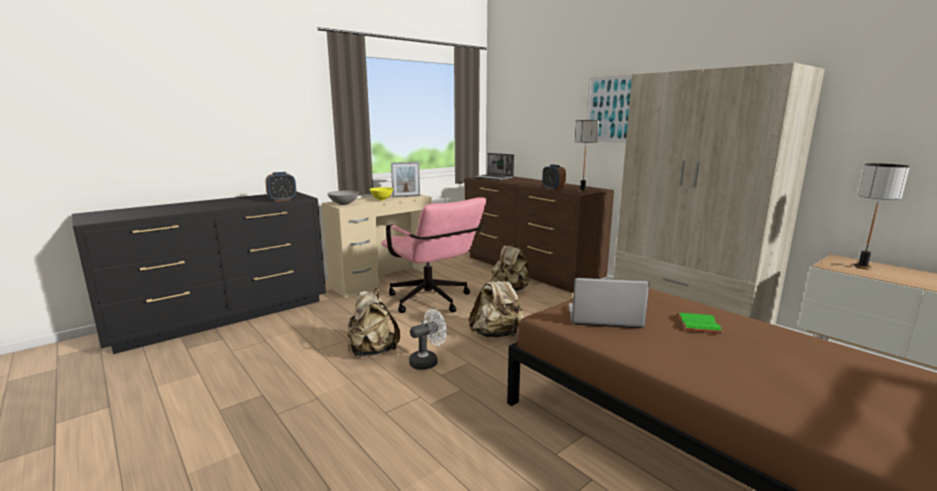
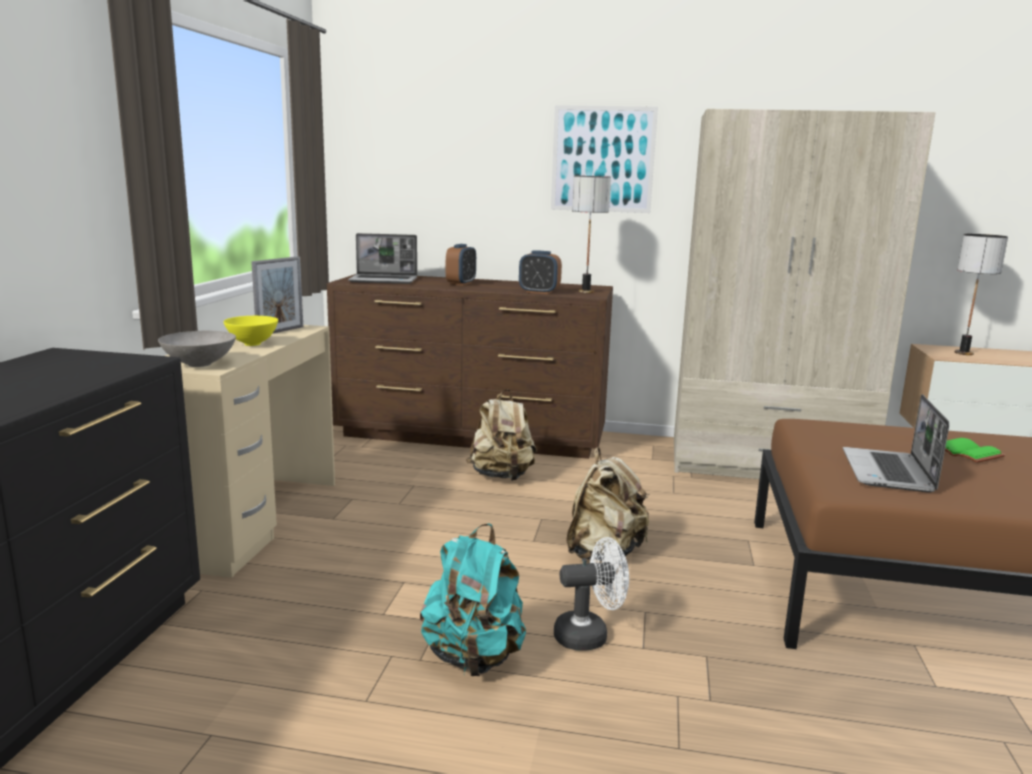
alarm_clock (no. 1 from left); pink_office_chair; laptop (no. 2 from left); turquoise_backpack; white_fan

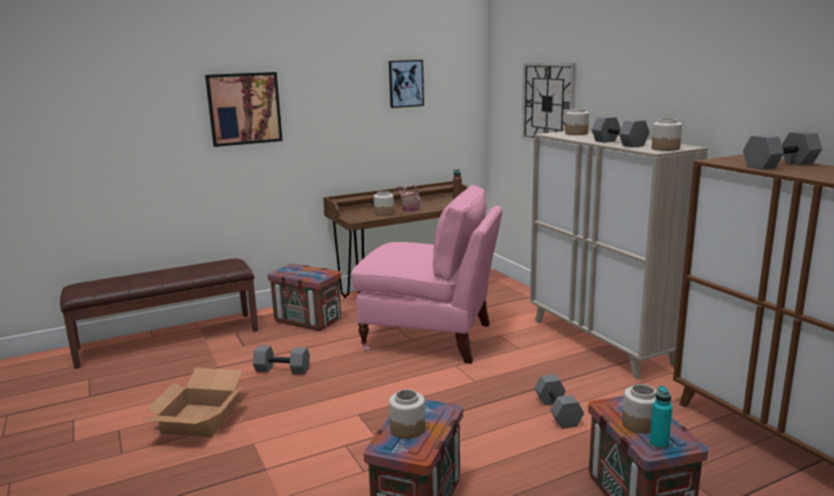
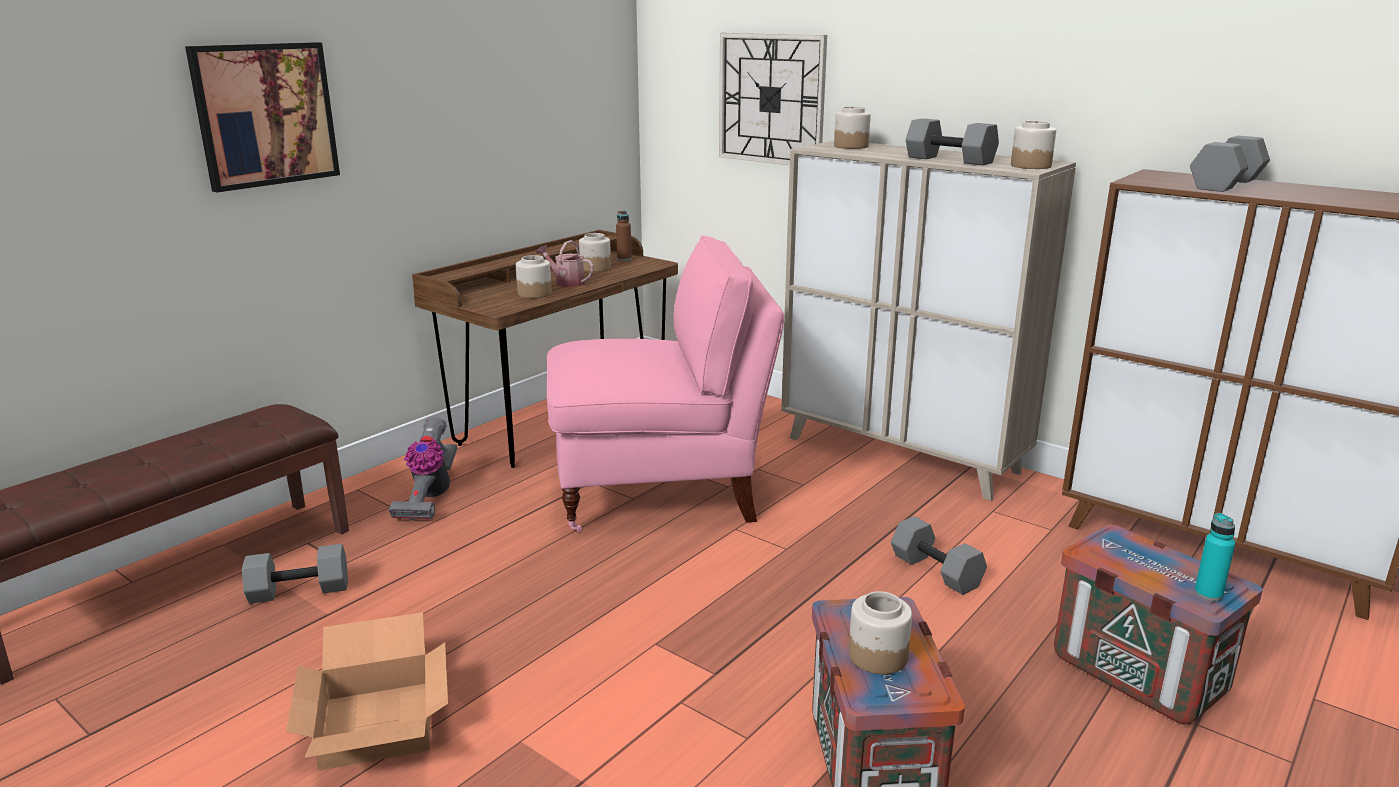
picture (no. 2 from left in the first image); vacuum_cleaner; grey_dumbbell (no. 1 from left); jar (no. 2 from left)

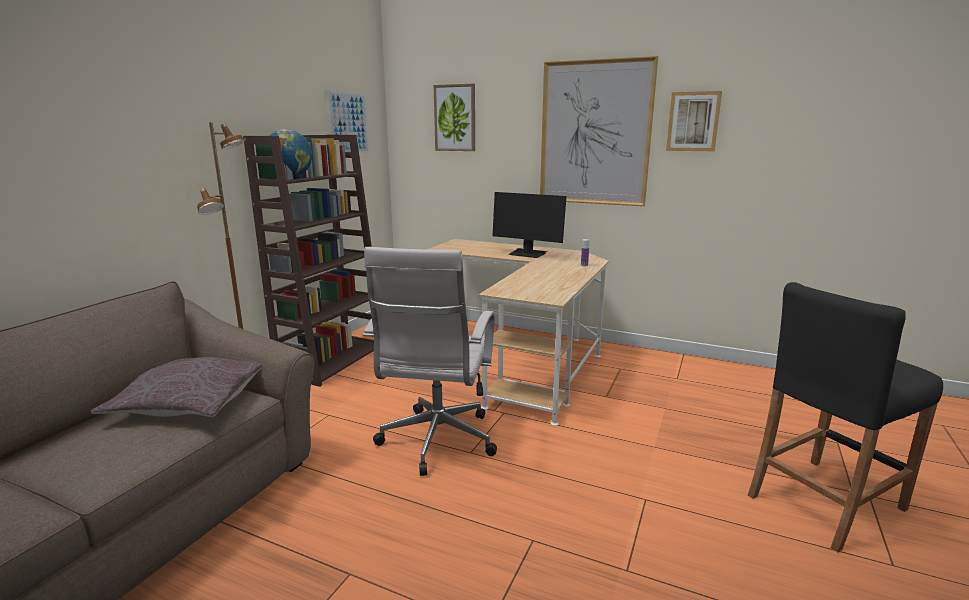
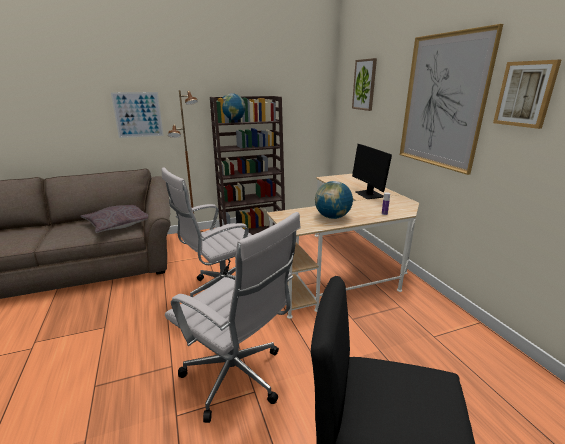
picture (no. 1 from left); globe (no. 2 from left); white_office_chair (no. 2 from left)

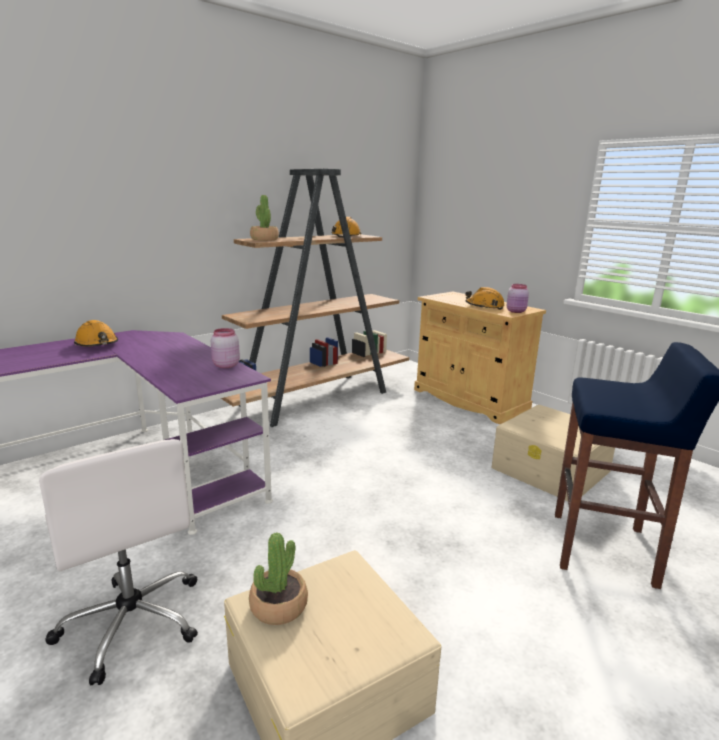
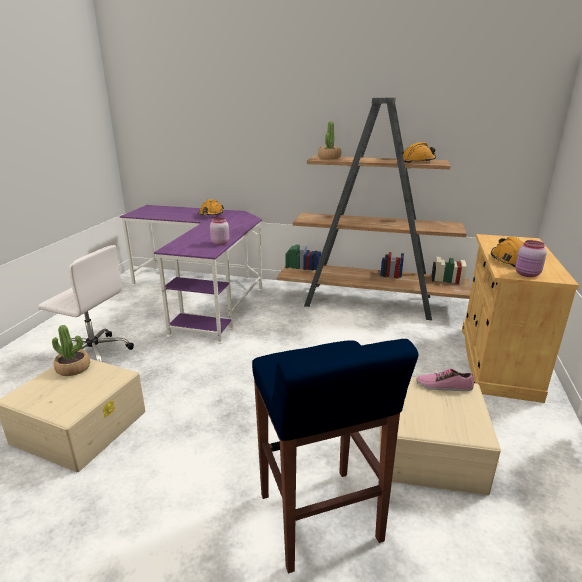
white_office_chair; shoe

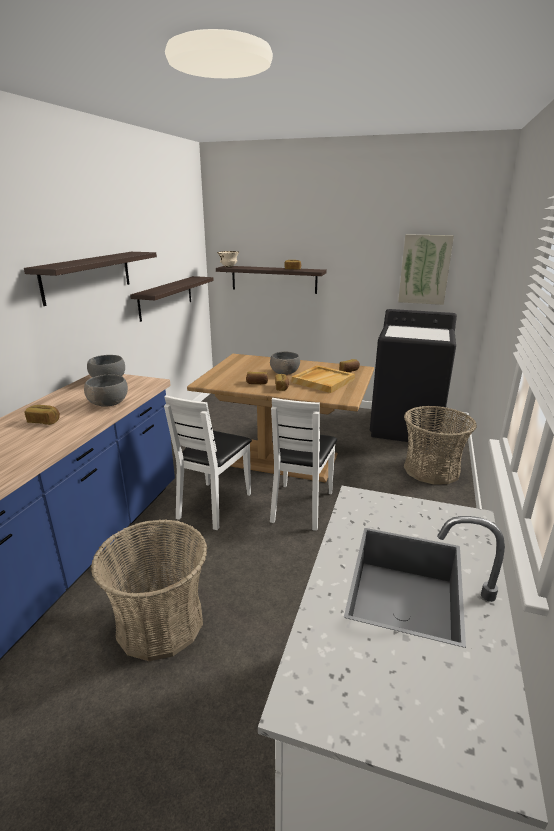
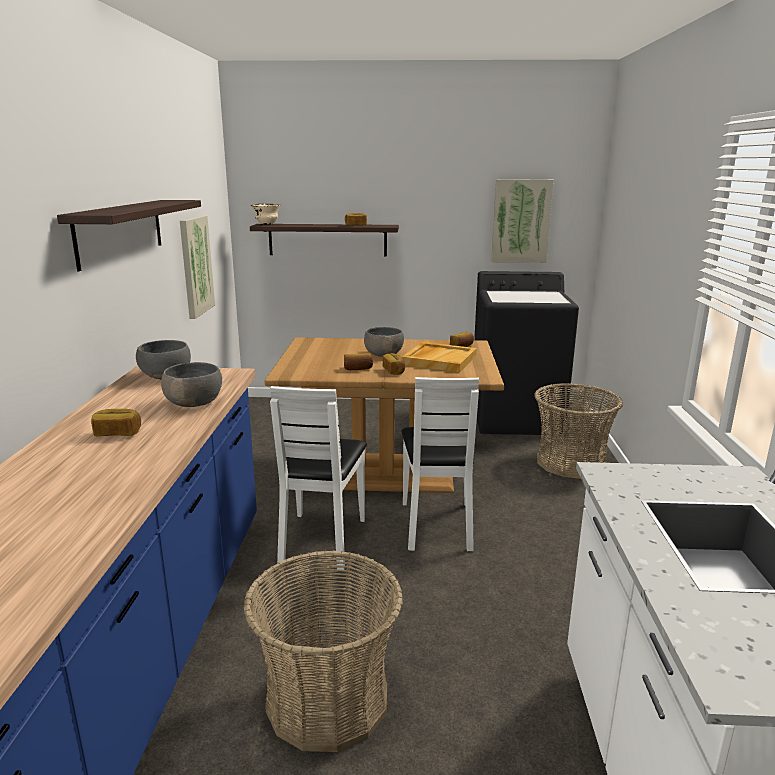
picture (no. 1 from left)

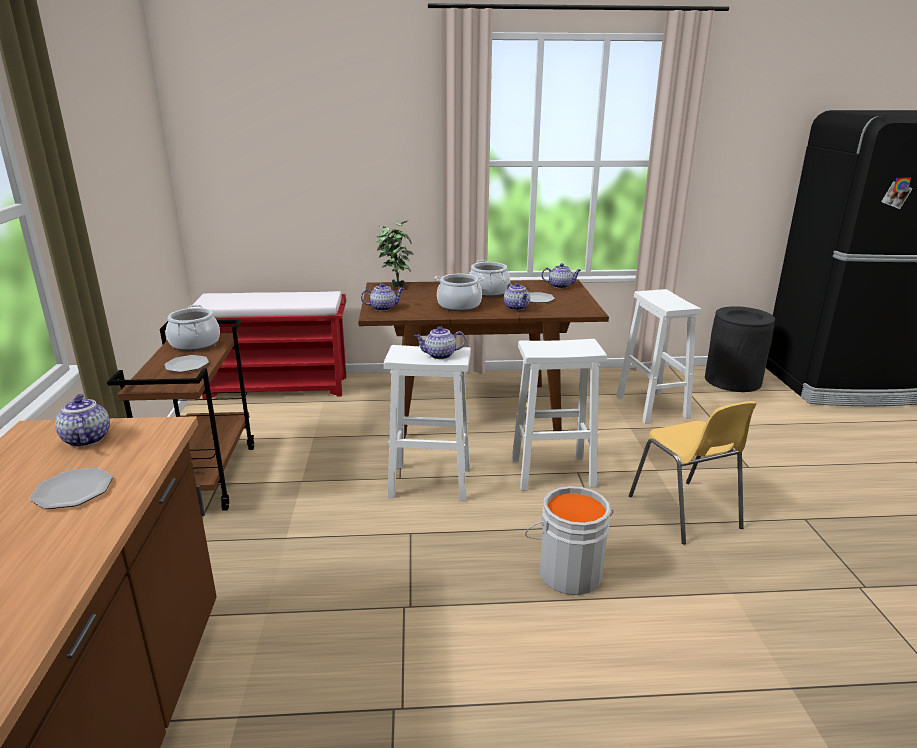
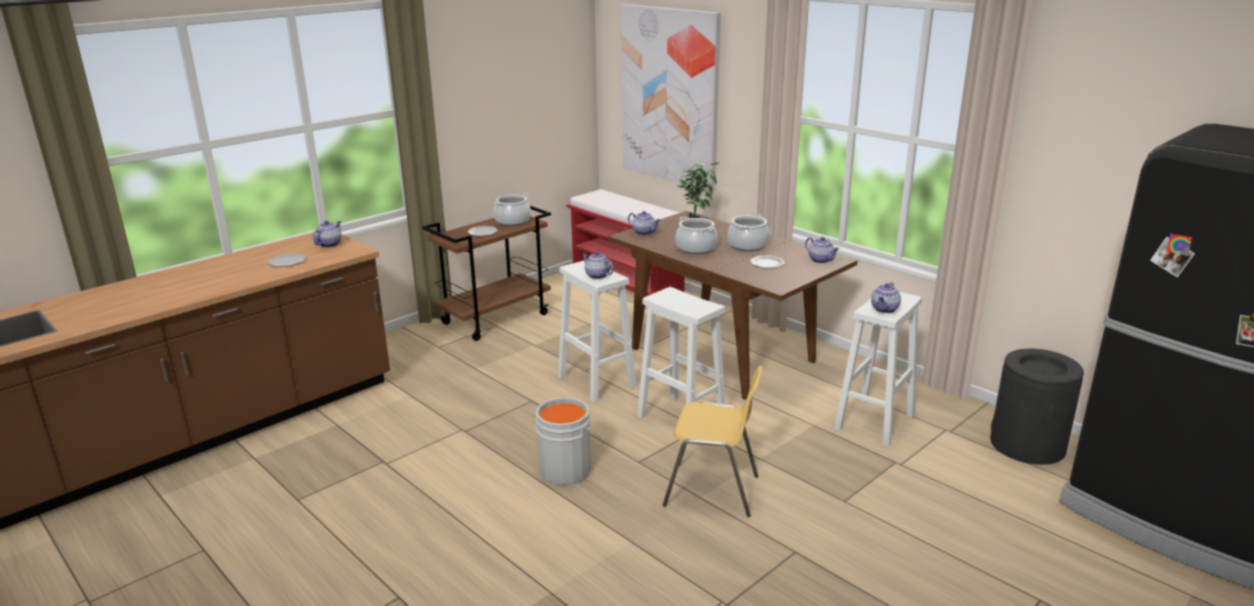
teapot (no. 5 from left); yellow_chair; picture

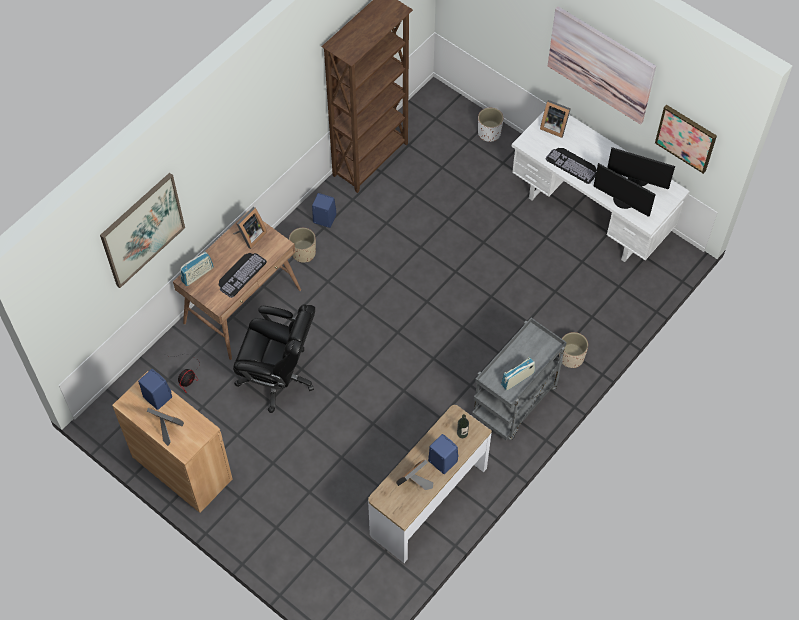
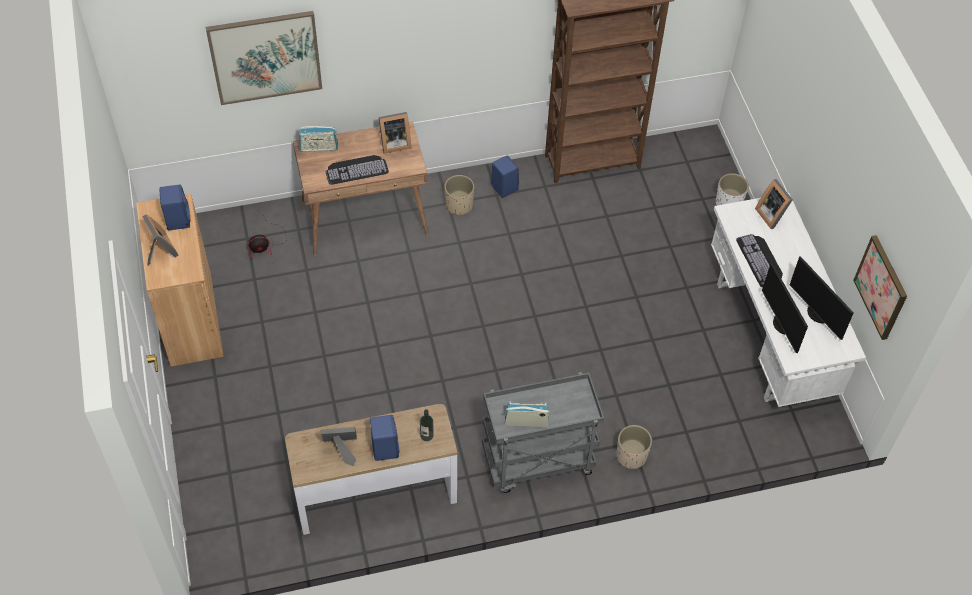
picture (no. 2 from left in the first image); black_office_chair

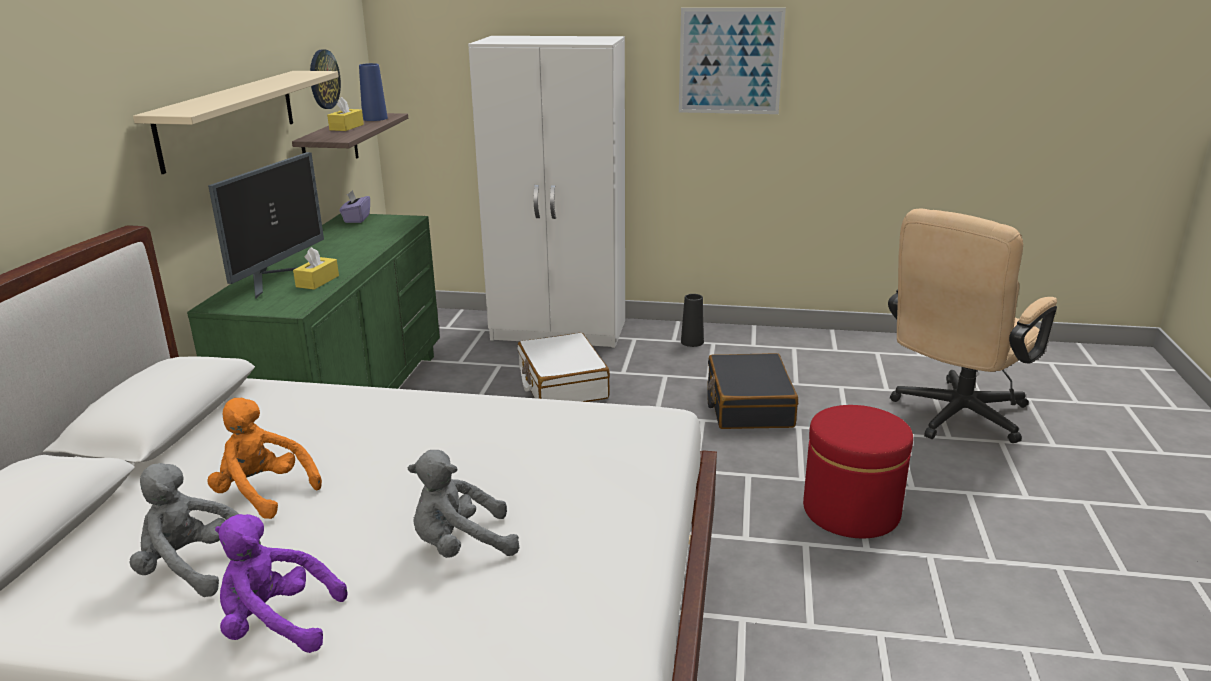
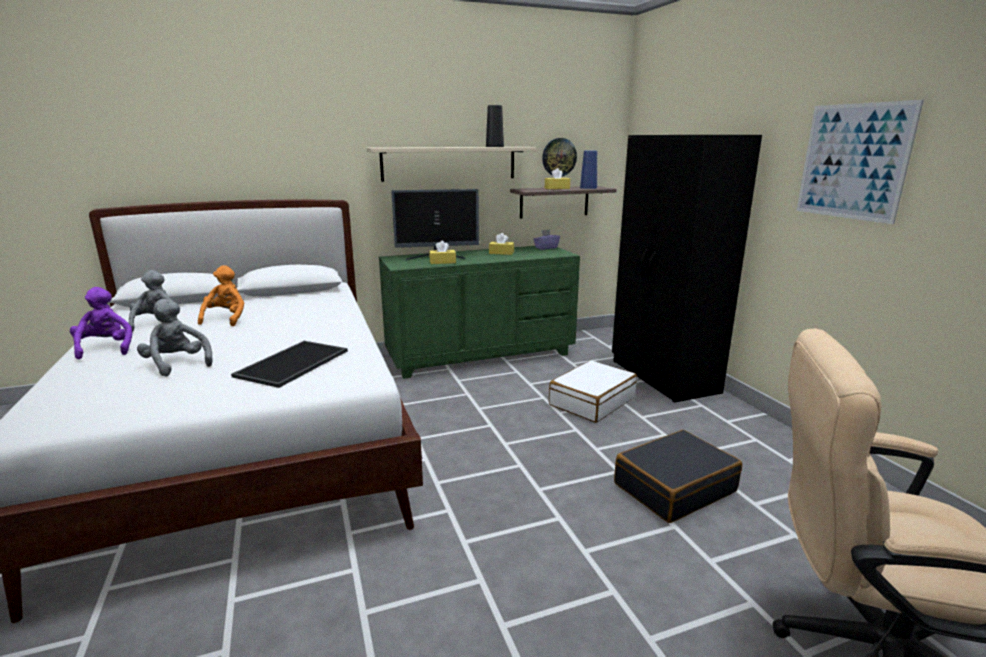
black_wardrobe; black_vase; red_ottoman; yellow_tissue_box (no. 2 from left); tray

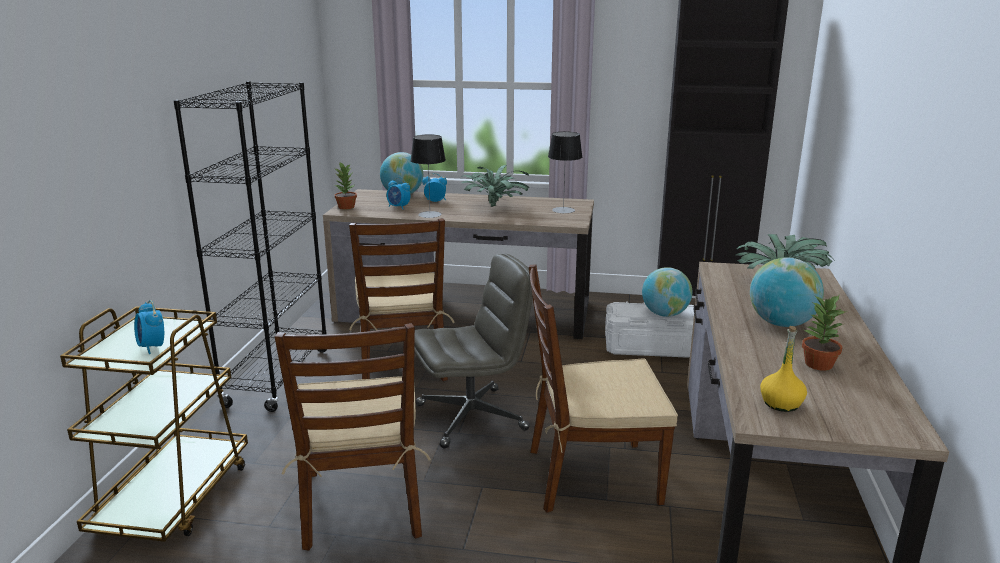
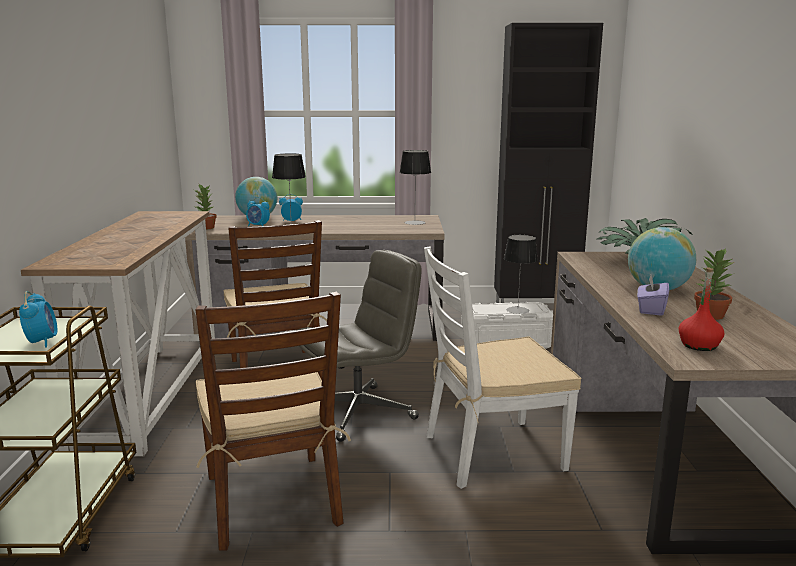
console_table; potted_plant (no. 2 from left in the first image); white_chair; table_lamp (no. 3 from left); alarm_clock (no. 1 from left); red_bottle; purple_tissue_box

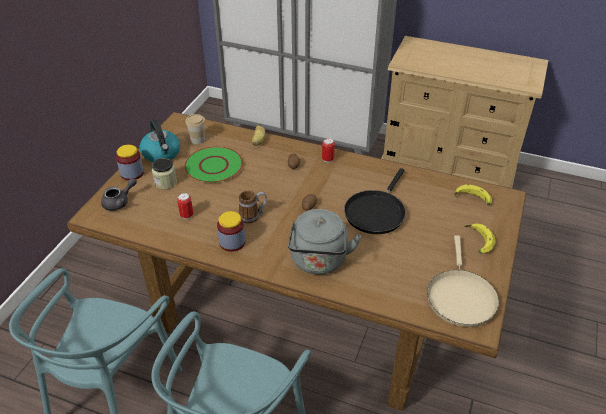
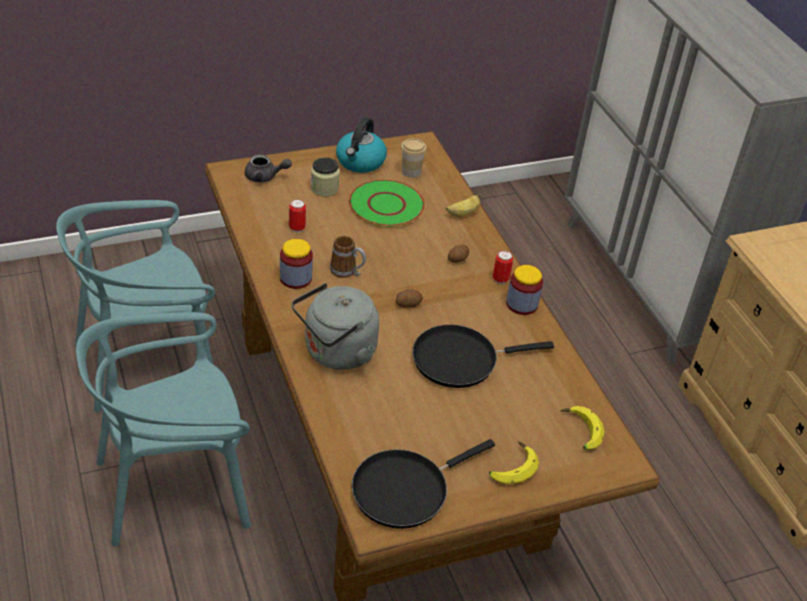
jar (no. 3 from left); black_frying_pan (no. 1 from left)

